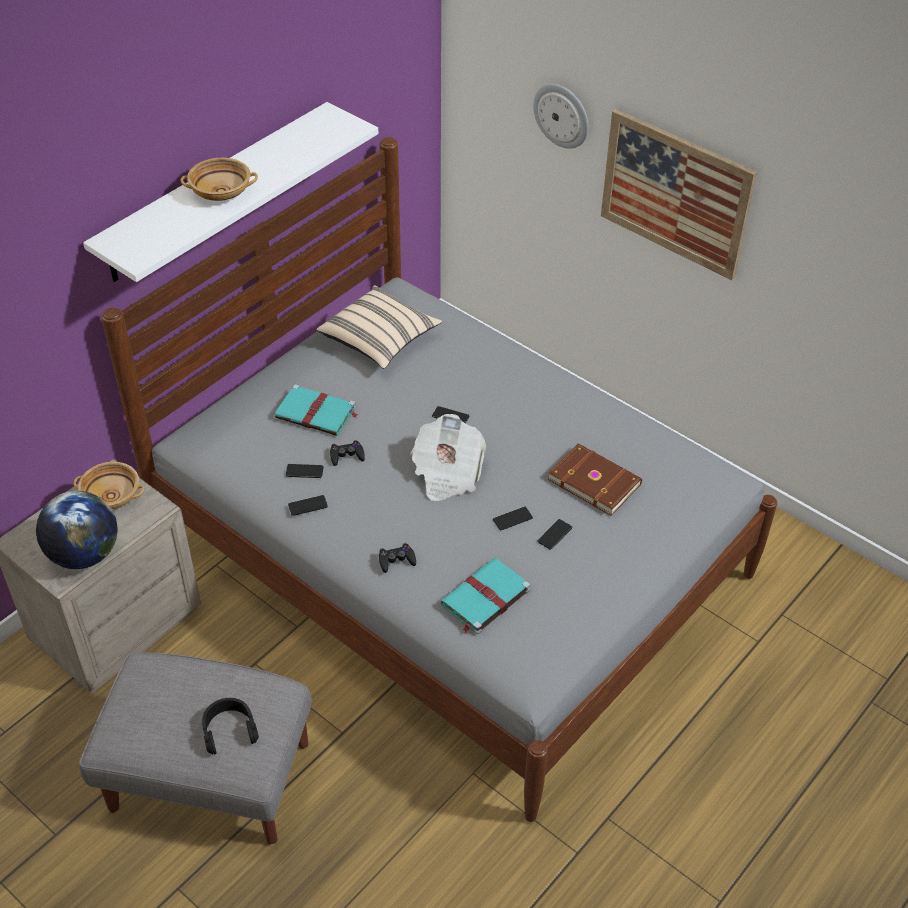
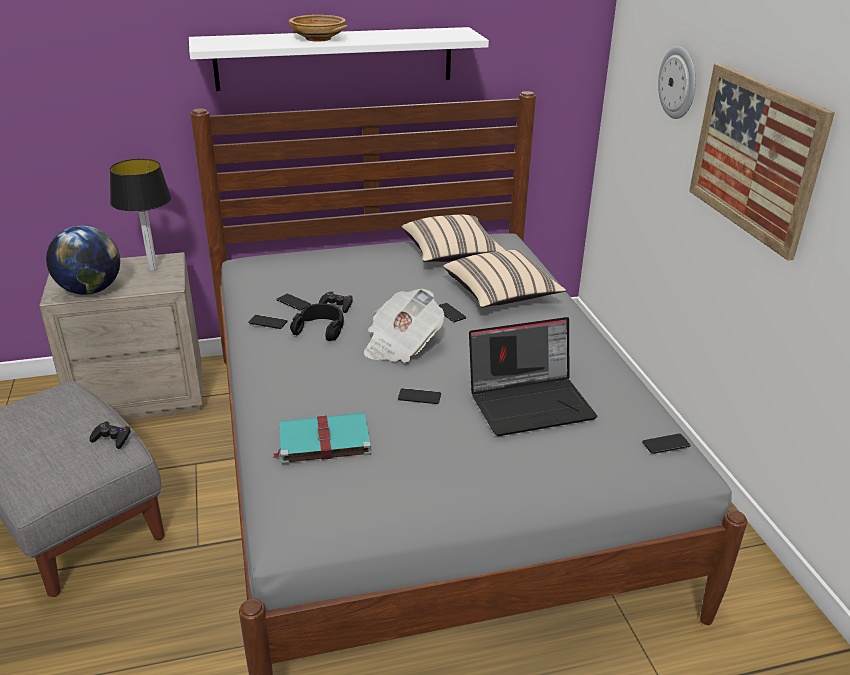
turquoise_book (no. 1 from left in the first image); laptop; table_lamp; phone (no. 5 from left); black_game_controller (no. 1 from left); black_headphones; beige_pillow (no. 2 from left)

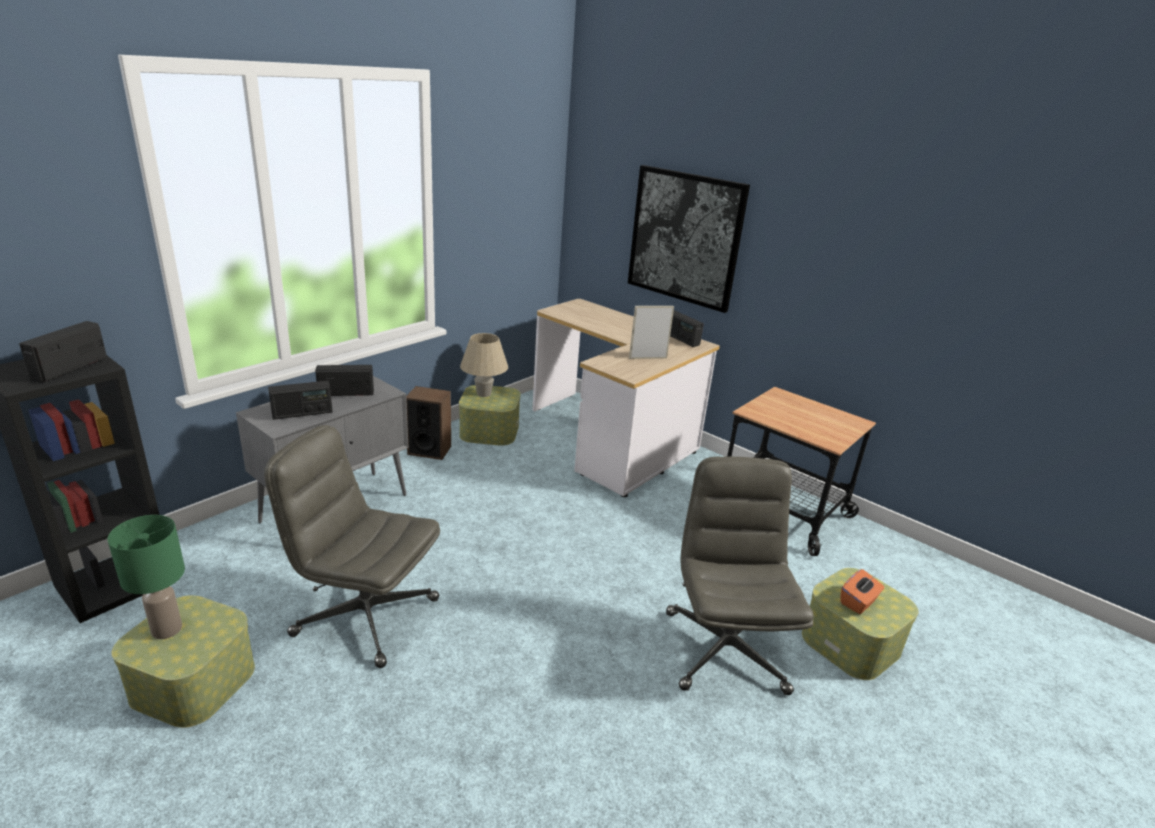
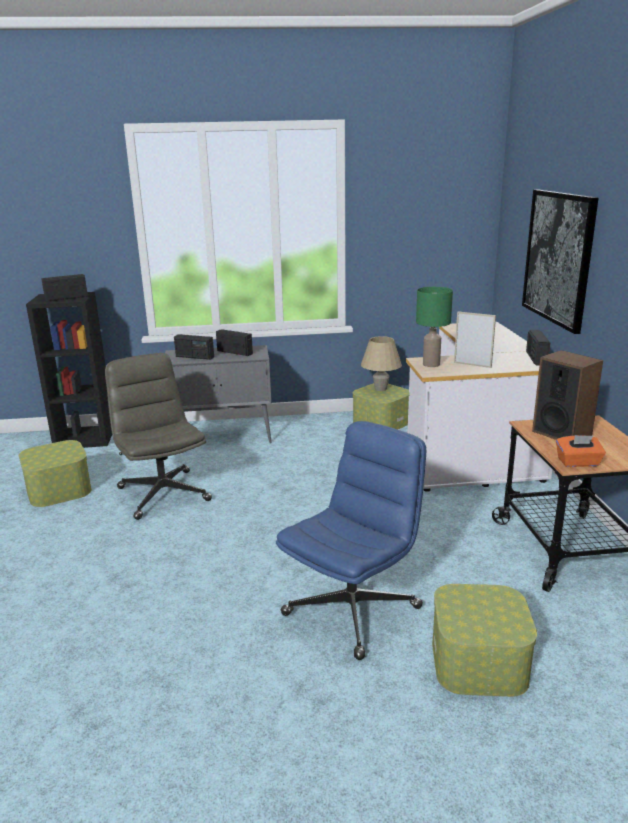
speaker; blue_office_chair; green_table_lamp; orange_tissue_box

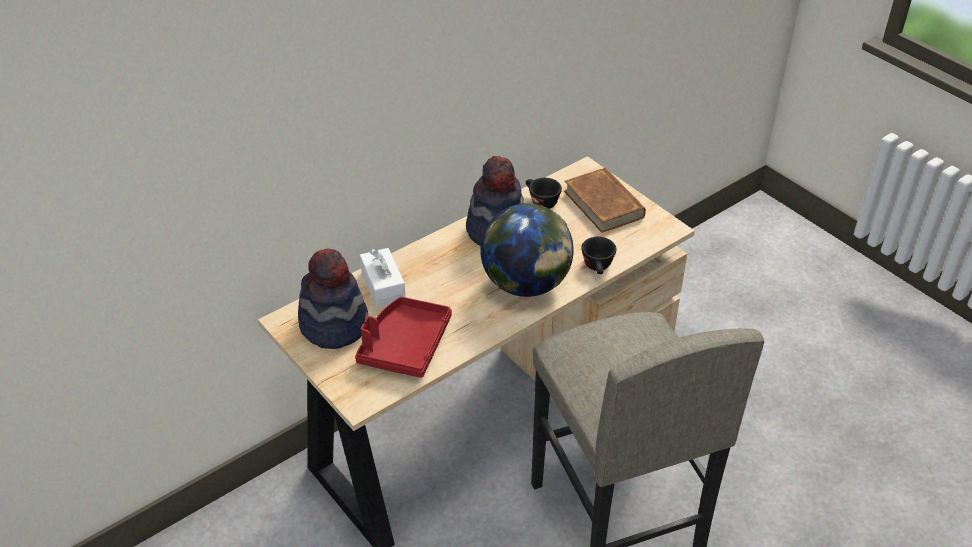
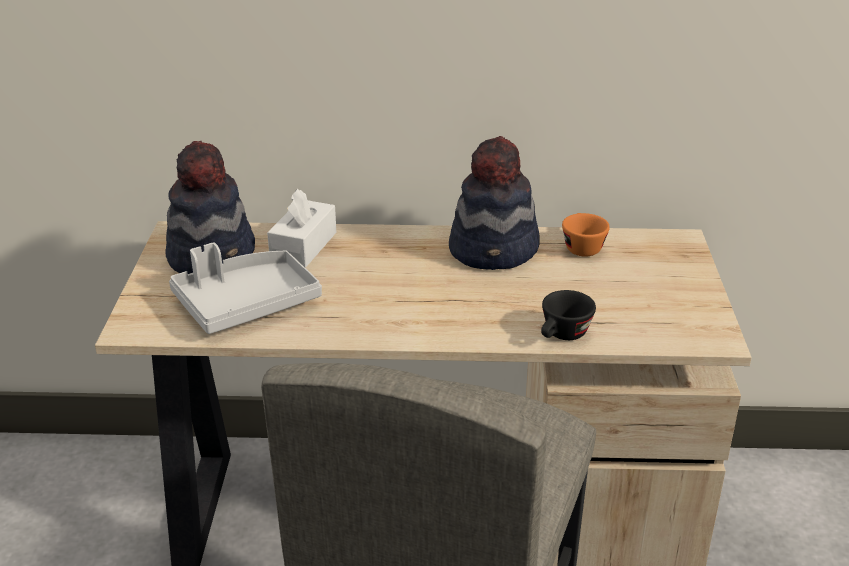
brown_book; orange_cup; globe; grey_tray

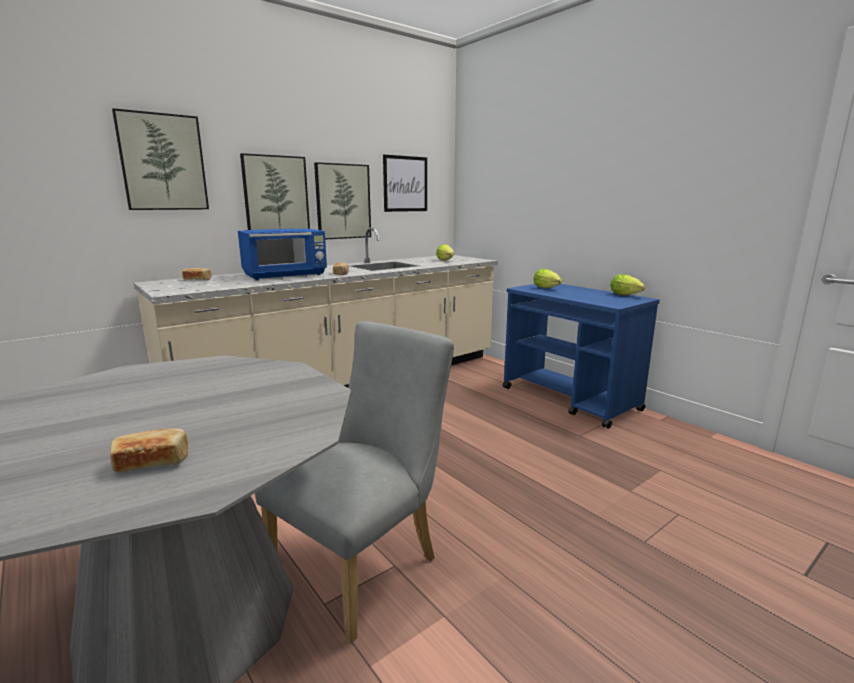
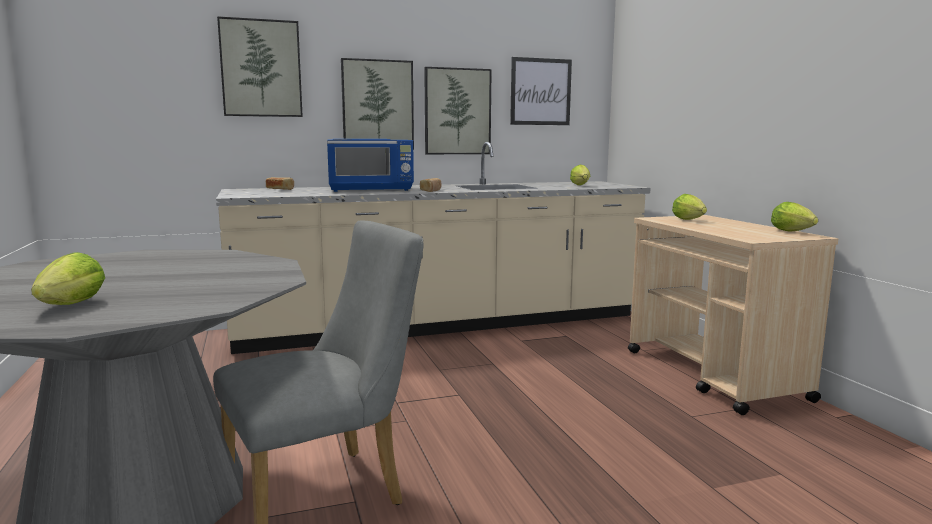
beige_cart; lettuce (no. 1 from left)

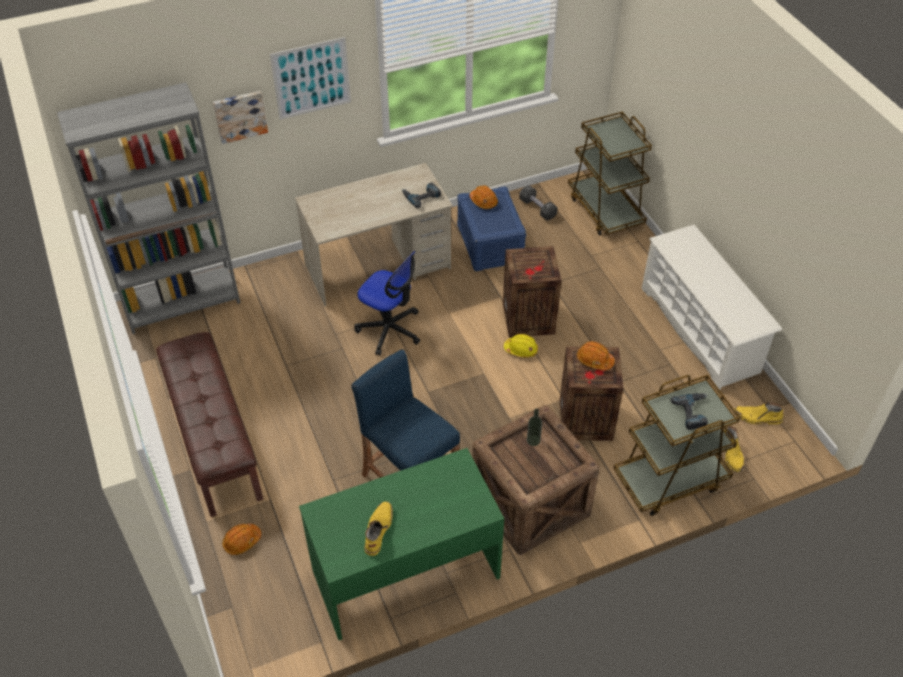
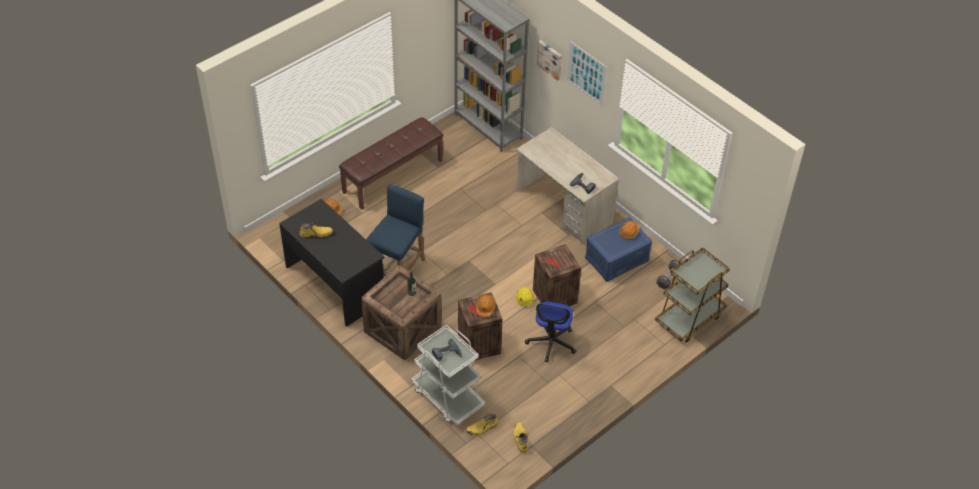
white_shoe_rack; office_chair; white_cart; black_desk

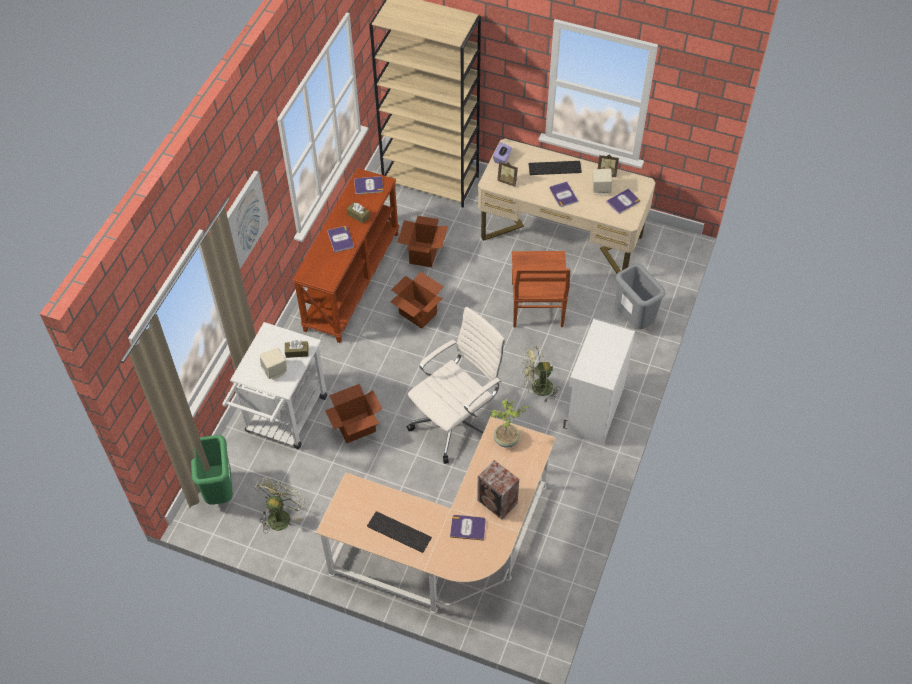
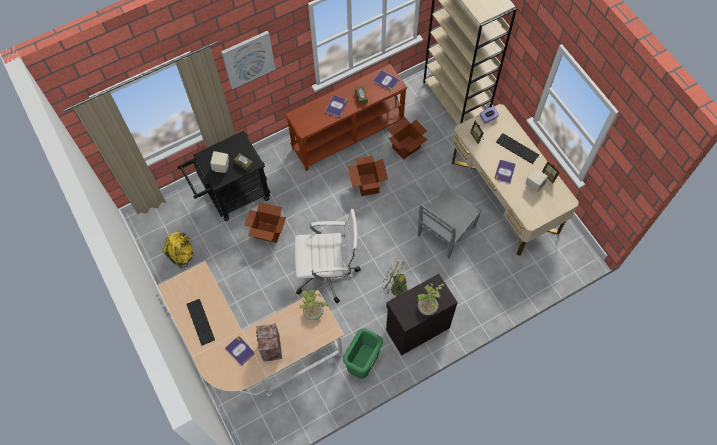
book (no. 5 from left in the first image); grey_chair; grey_trash_can; black_cabinet; black_cart; green_trash_can; yellow_backpack; potted_plant (no. 2 from left)

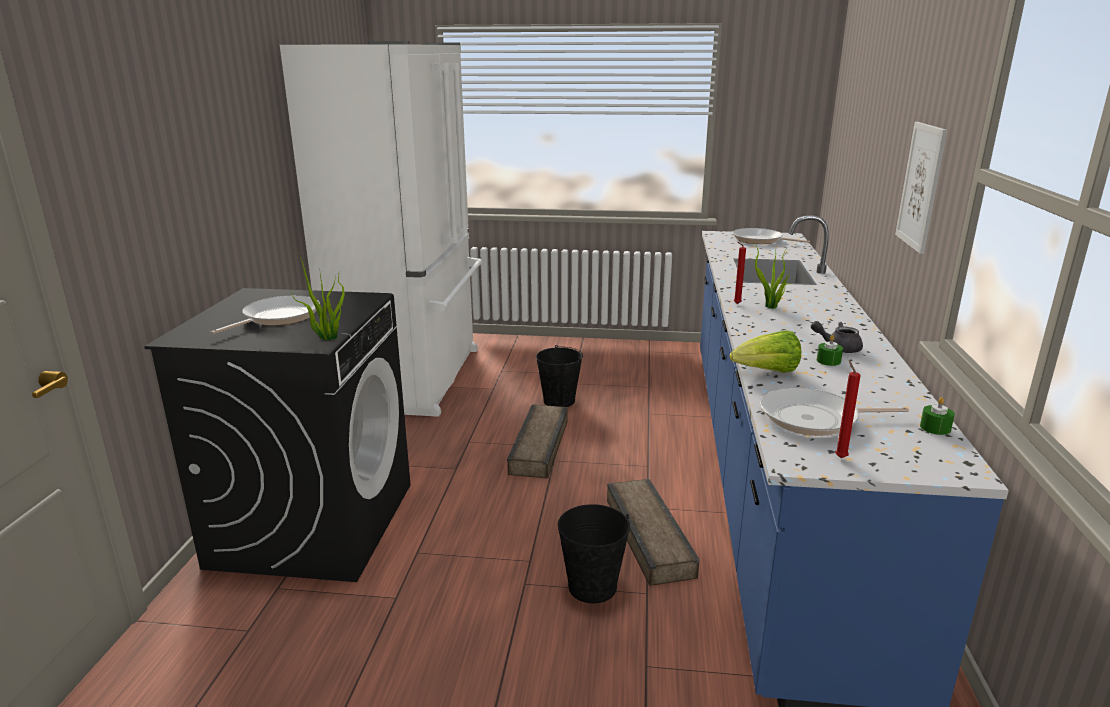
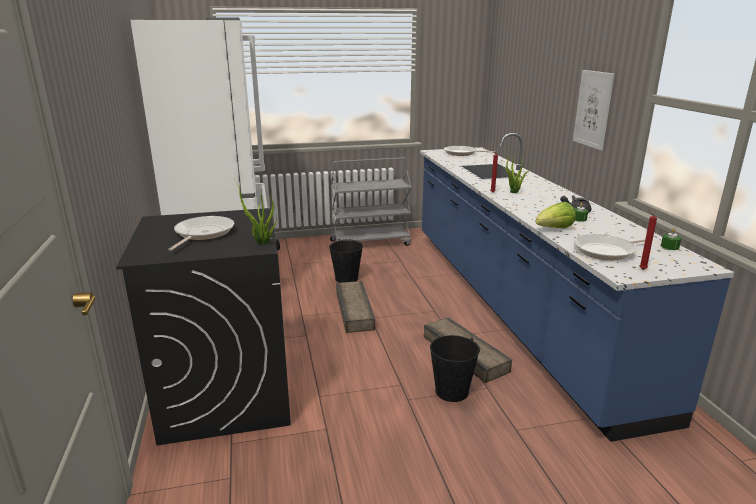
grey_cart

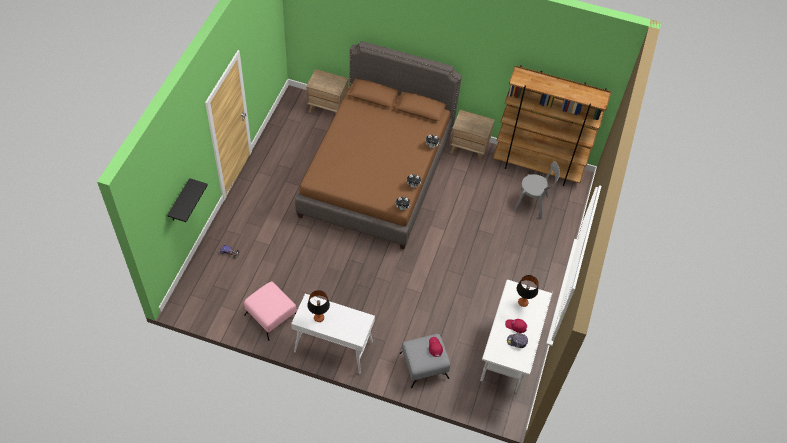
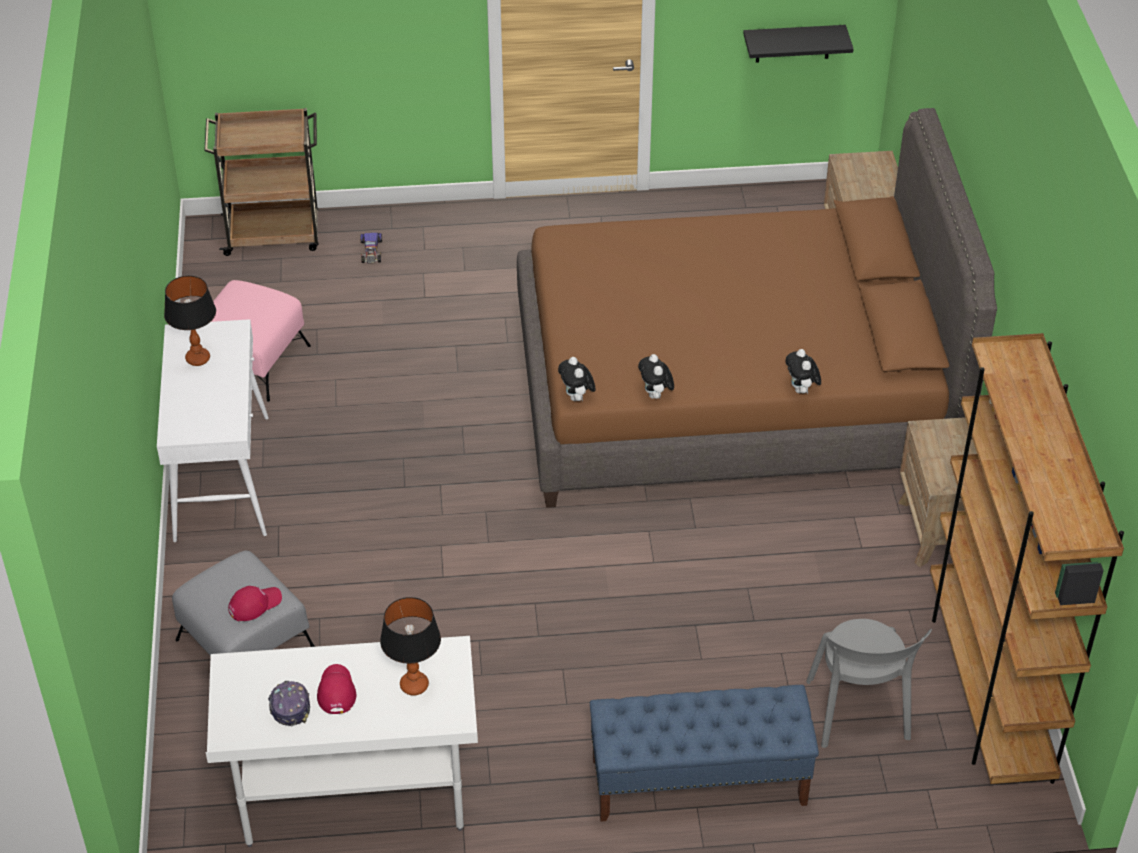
black_shelf; brown_cart; blue_bench

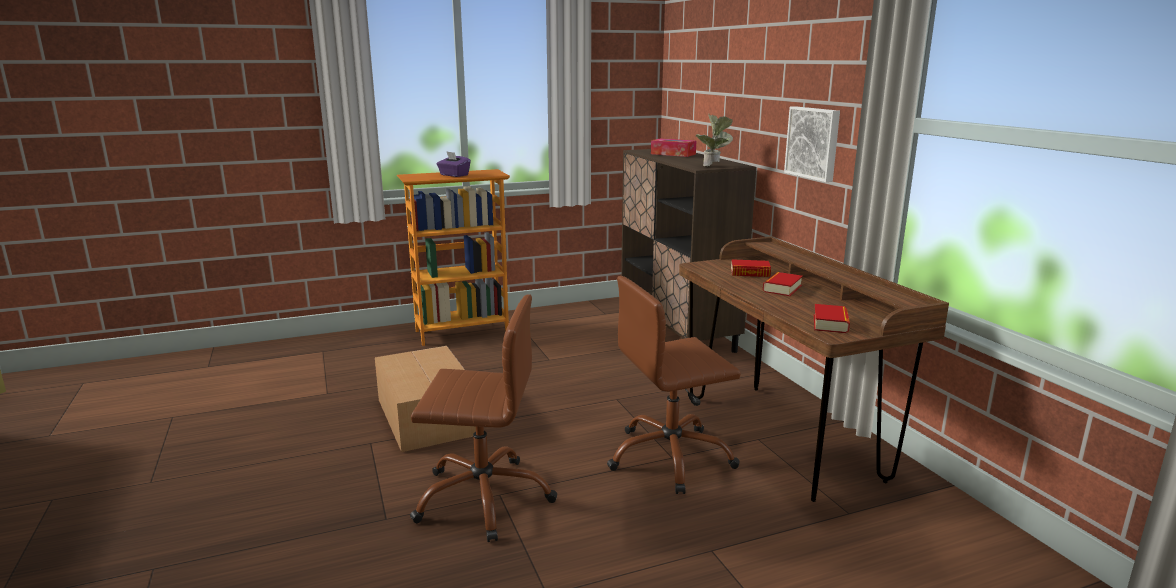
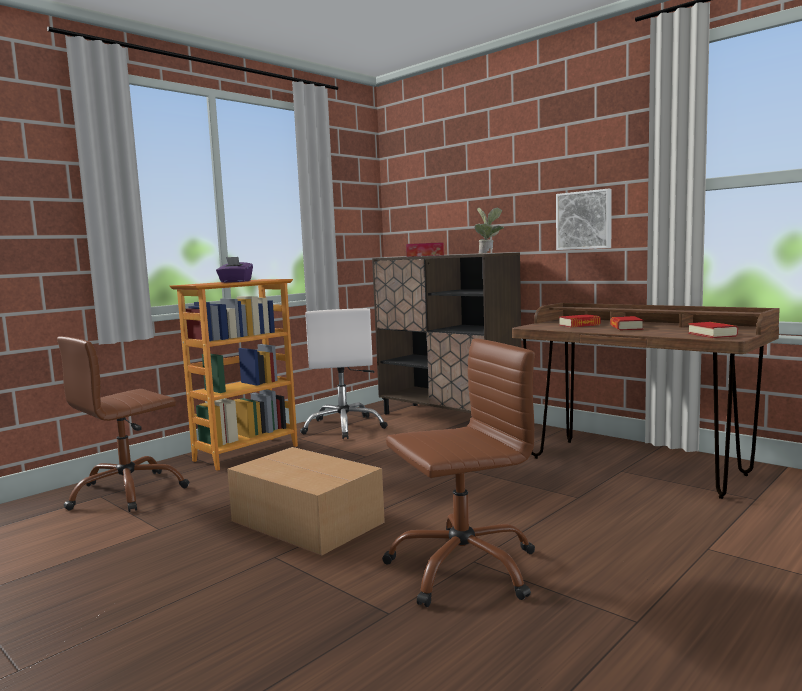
brown_office_chair (no. 1 from left); white_office_chair

